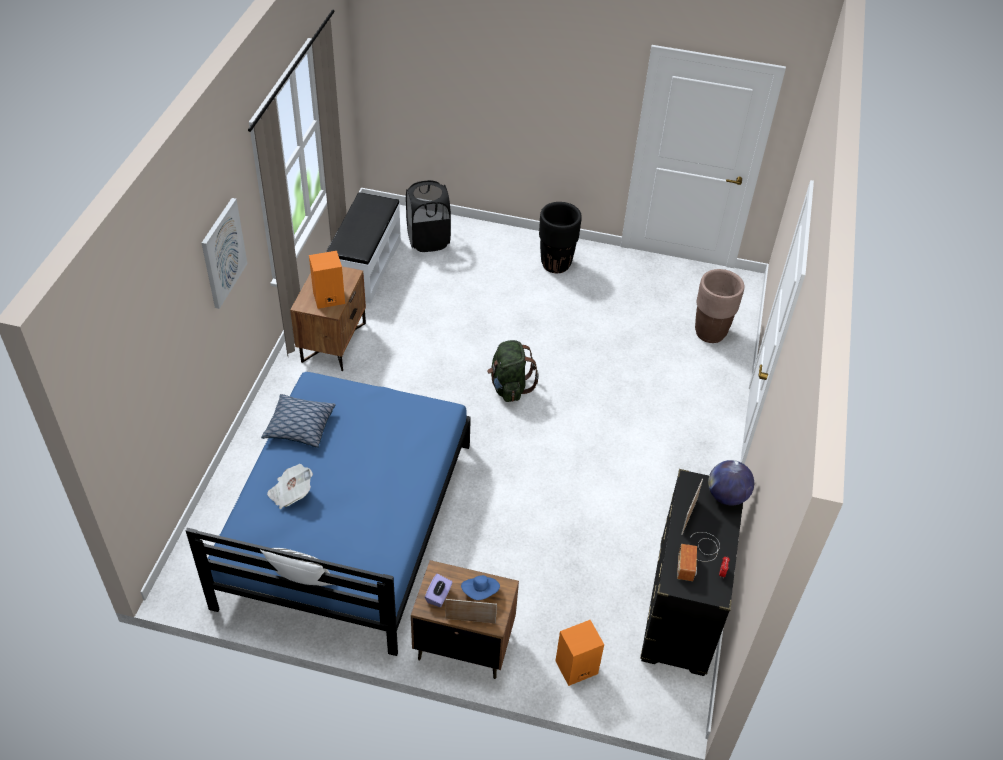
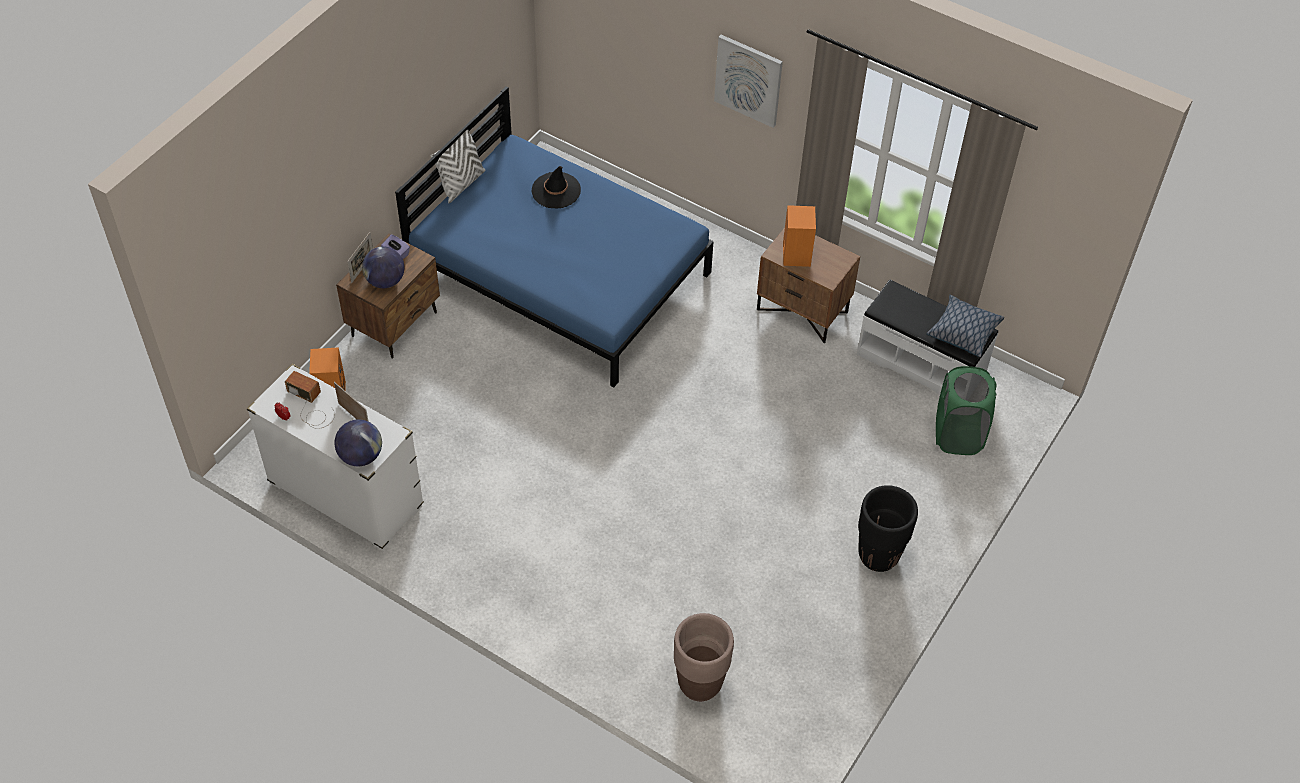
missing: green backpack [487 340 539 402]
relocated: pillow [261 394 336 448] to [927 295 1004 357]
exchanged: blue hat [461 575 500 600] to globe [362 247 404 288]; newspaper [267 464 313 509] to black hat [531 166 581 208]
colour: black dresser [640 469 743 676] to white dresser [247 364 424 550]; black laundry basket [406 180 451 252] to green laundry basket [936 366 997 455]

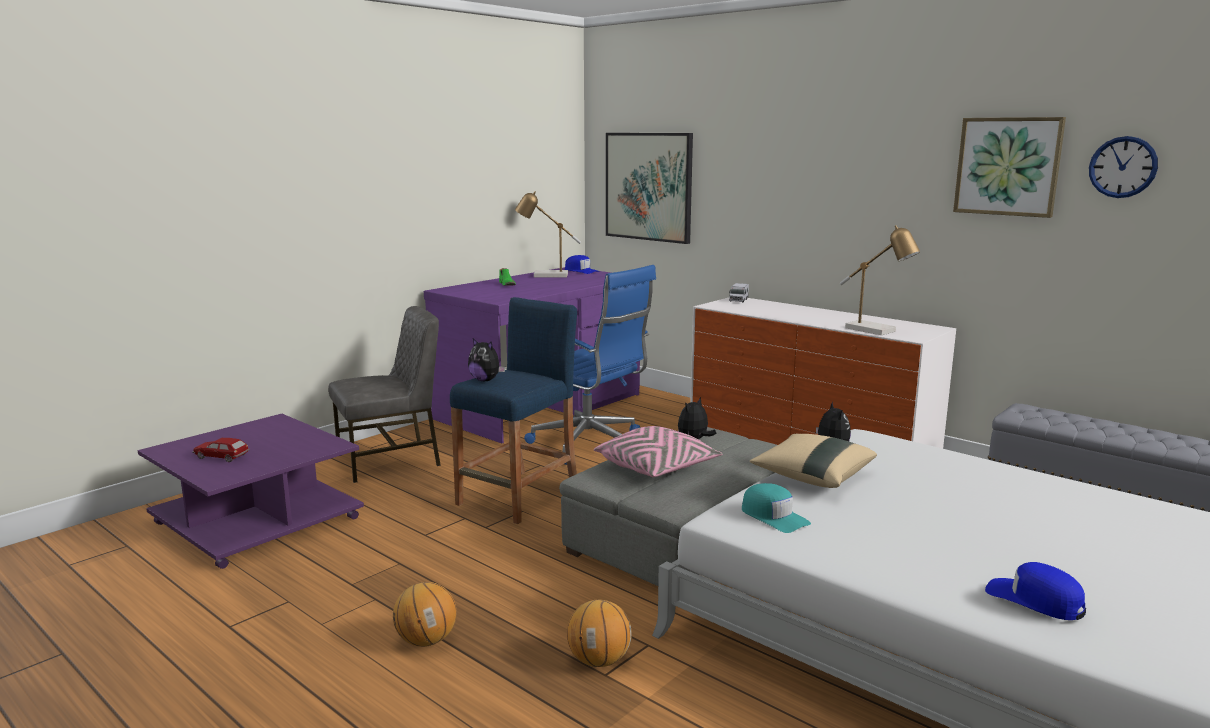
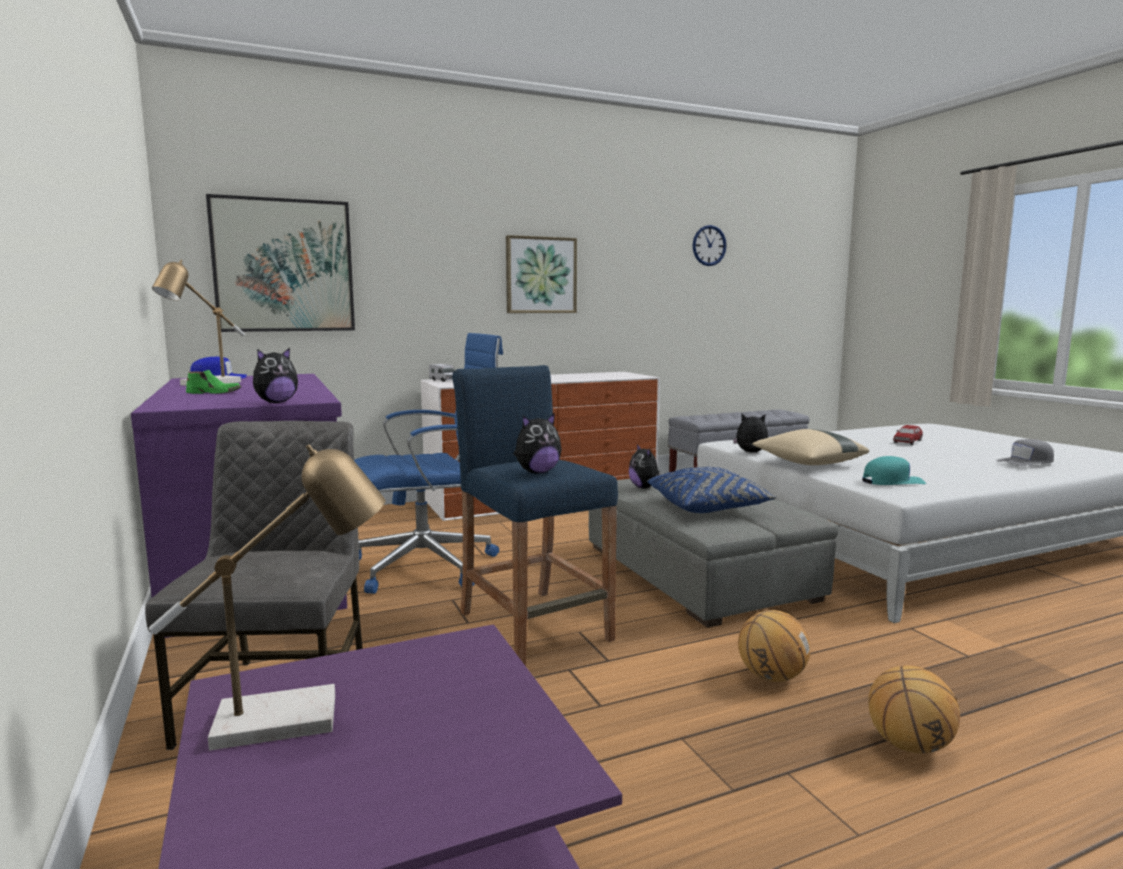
appeared: plush toy [253 348 298 403]
relocated: table lamp [840 225 920 335] to [149 444 386 750]; picture [953 117 1066 218] to [506 235 577 313]; basketball [567 600 632 667] to [738 610 810 682]; toy car [192 438 250 462] to [893 425 923 445]
colour: pink pillow [594 426 722 477] to blue pillow [647 467 777 513]; blue cap [985 562 1086 620] to grey cap [996 439 1054 466]

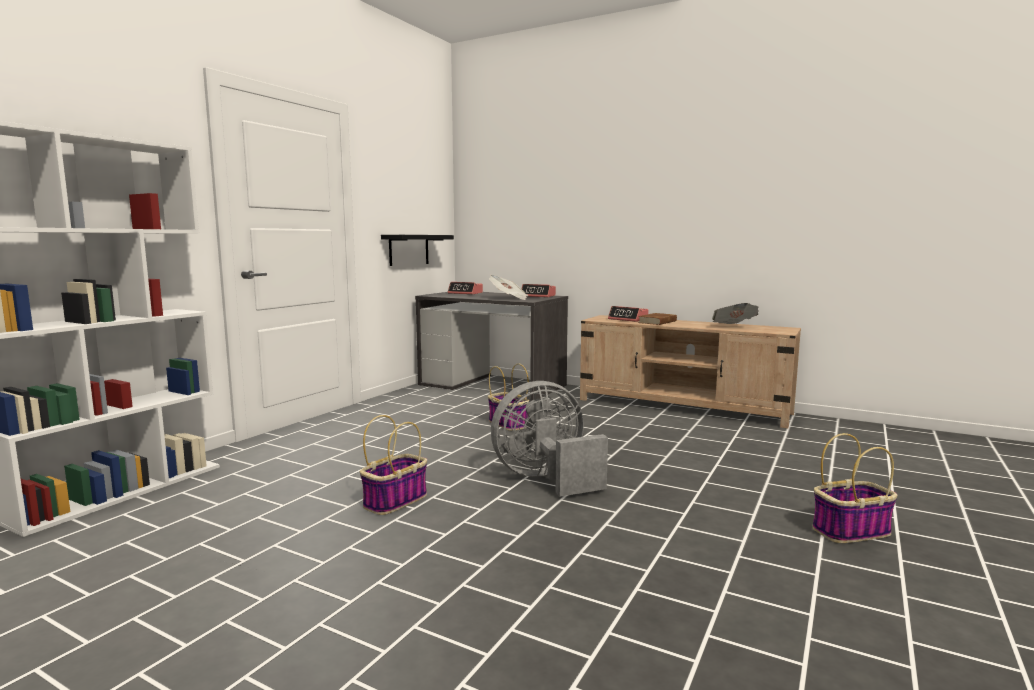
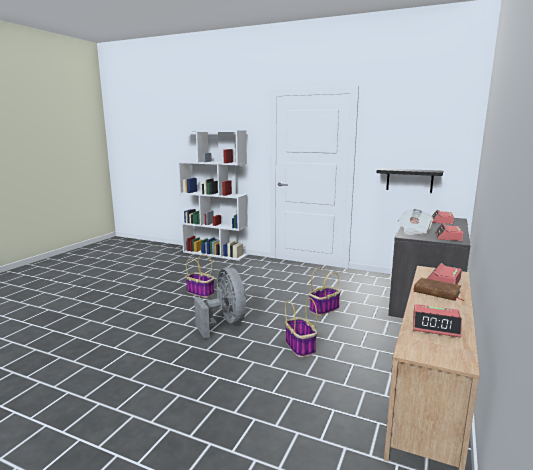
relocated: basket [813 433 897 543] to [285 298 317 357]
exchanged: newspaper [712 303 758 324] to alarm clock [413 304 462 338]

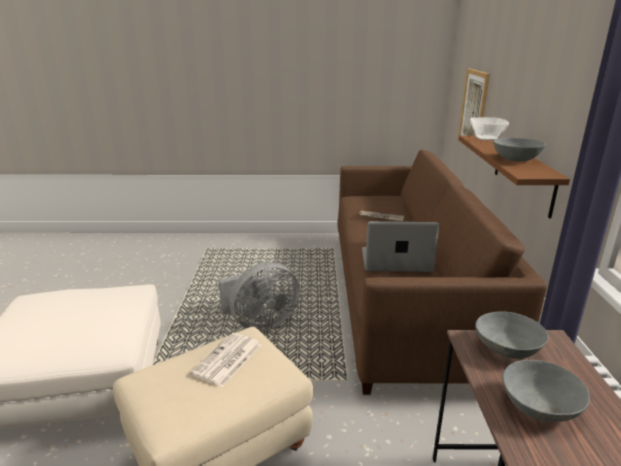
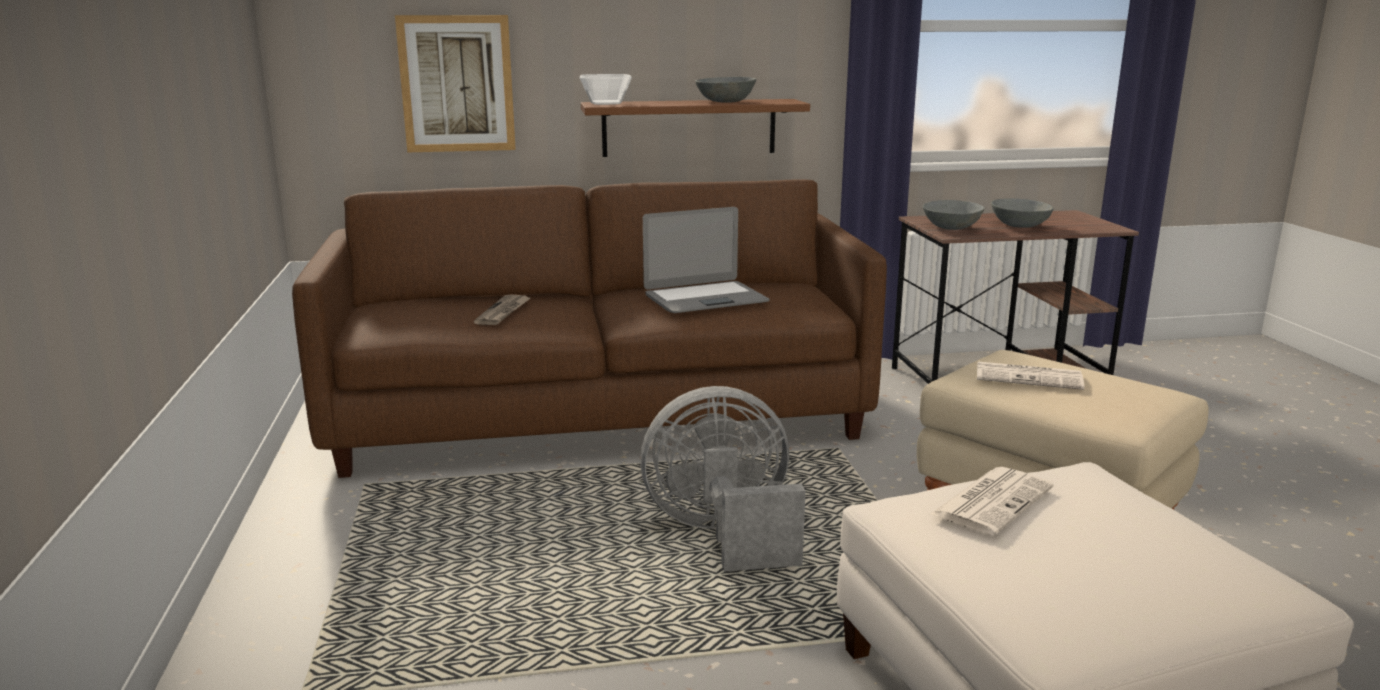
appeared: newspaper [931 467 1053 535]
spun: grey fan [219 263 300 331] = [640 386 806 572] 60 degrees counterclockwise; laptop [362 221 439 272] = [643 207 770 313] 105 degrees counterclockwise

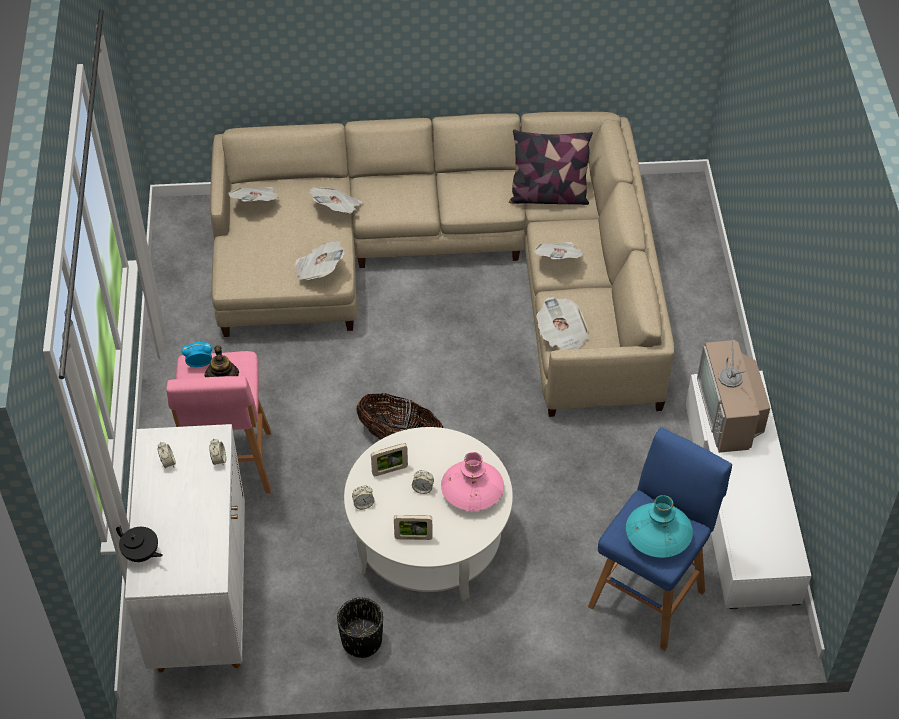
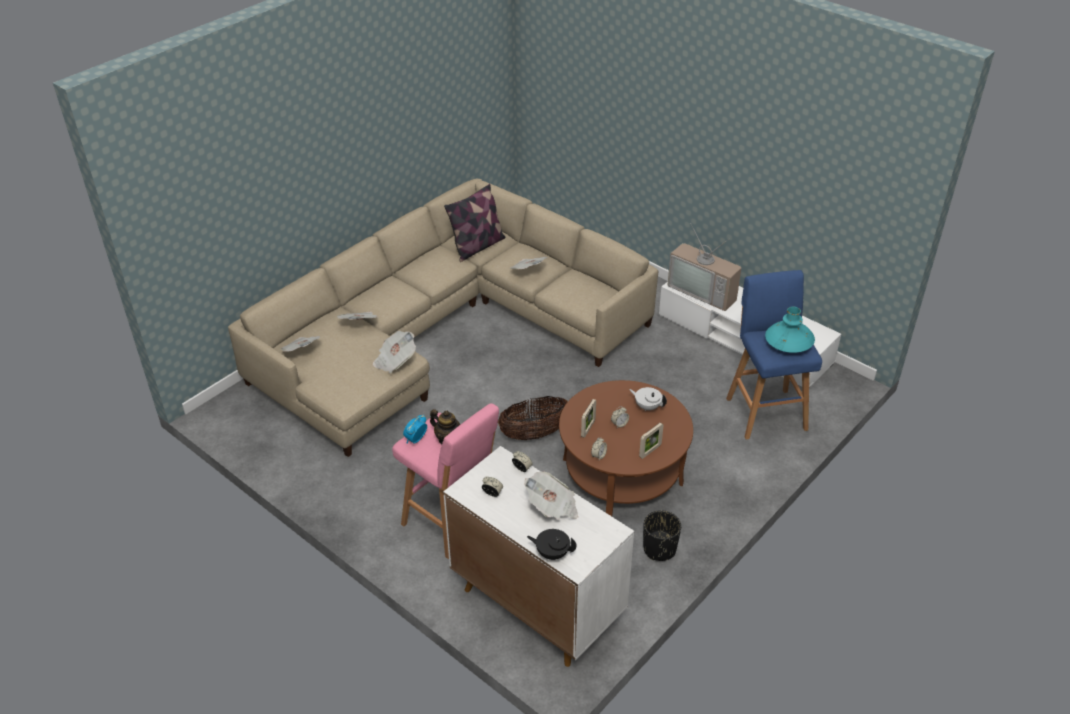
relocated: newspaper [536 297 590 350] to [524 472 578 520]
exchanged: pink vase [441 452 504 511] to white teapot [629 387 667 411]
colour: white coffee table [344 427 513 601] to brown coffee table [559 380 693 516]
spun: black teapot [116 525 163 562] = [527 529 577 560] 150 degrees counterclockwise

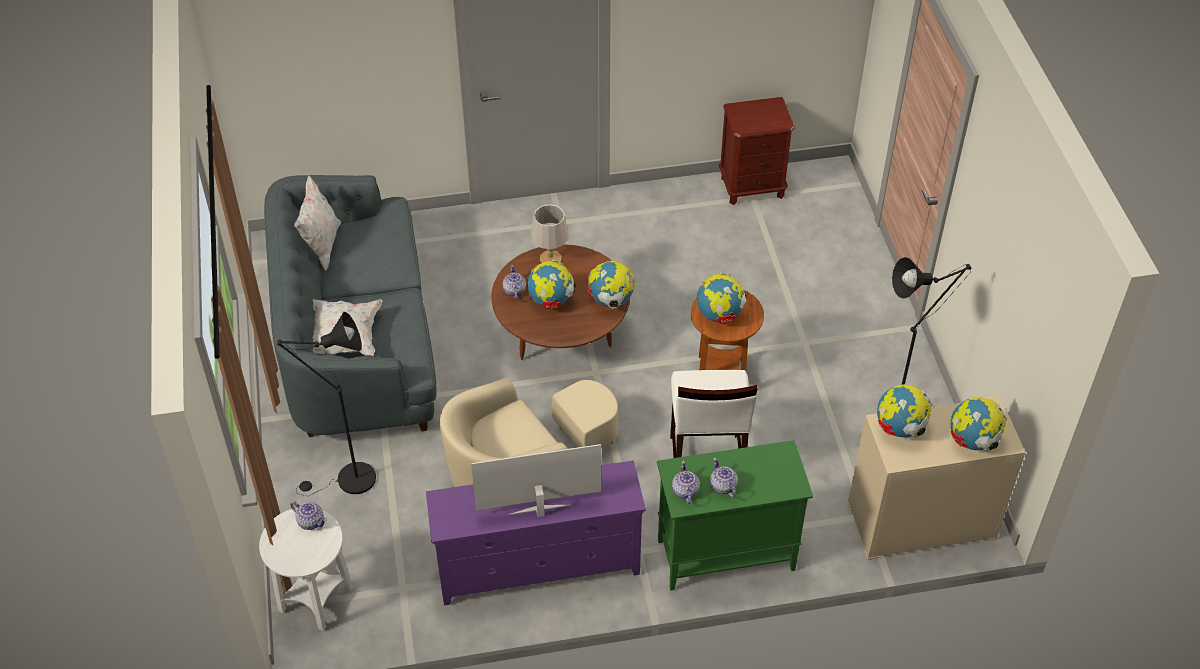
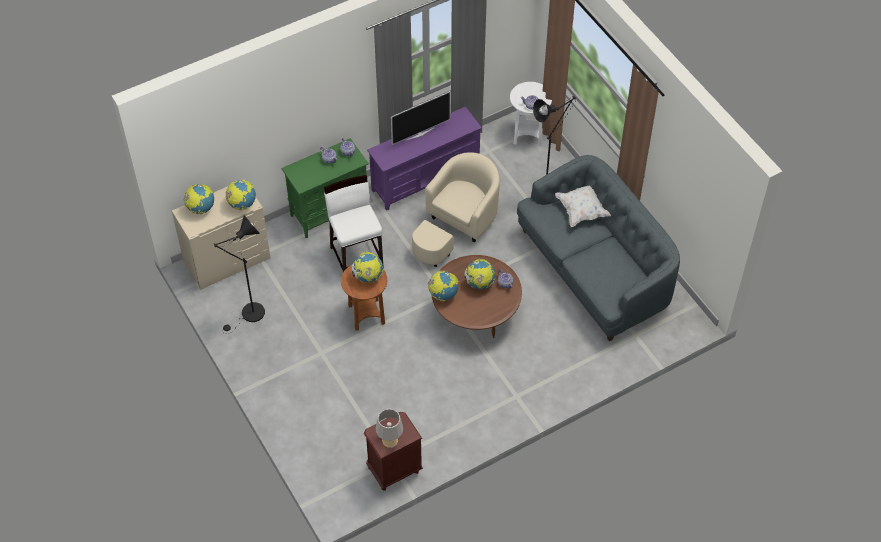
missing: white pillow [294 175 341 271]
relocated: grey table lamp [531 204 569 263] to [376 409 403 448]

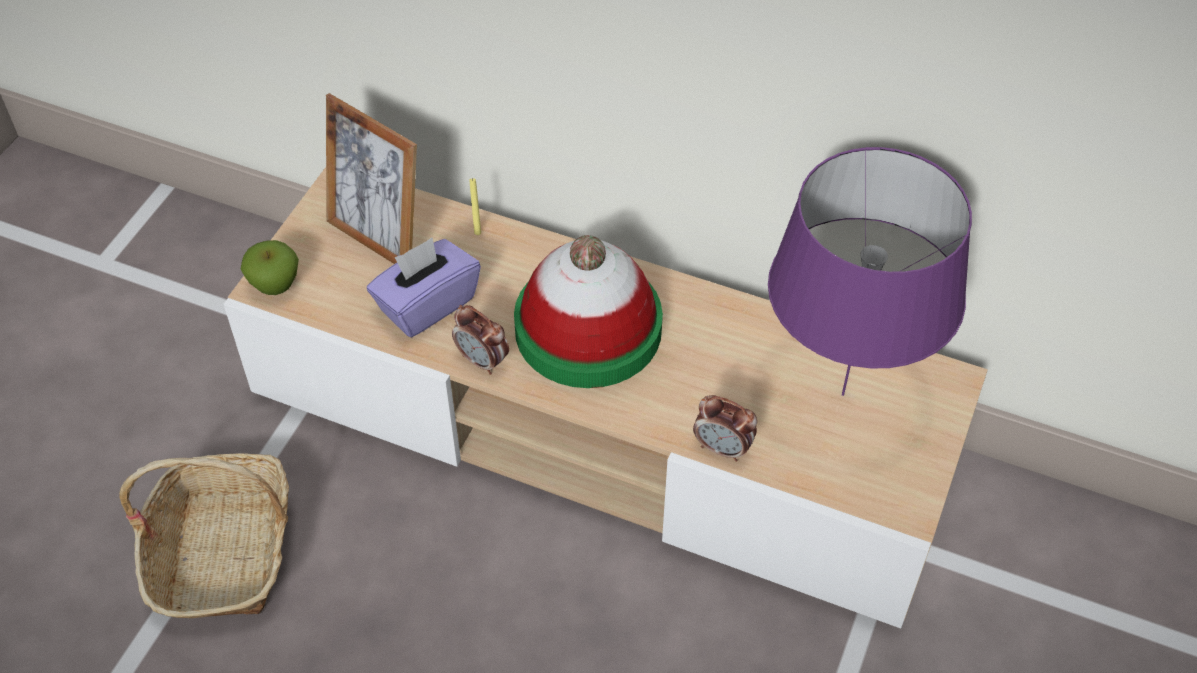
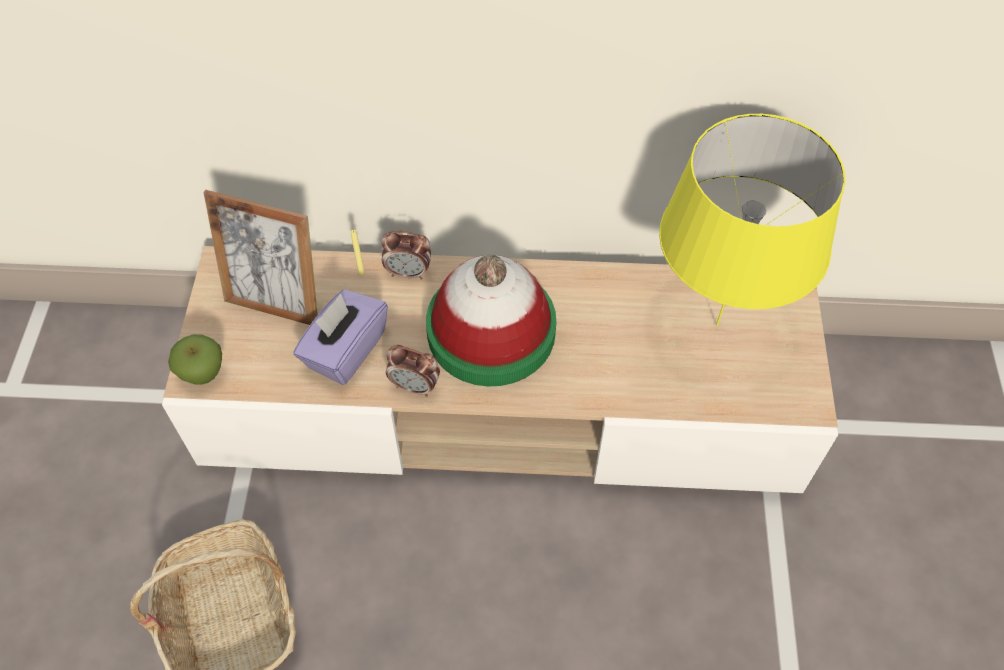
relocated: alarm clock [693 395 757 462] to [381 231 431 280]
colour: purple table lamp [768 147 972 396] to yellow table lamp [659 114 845 326]

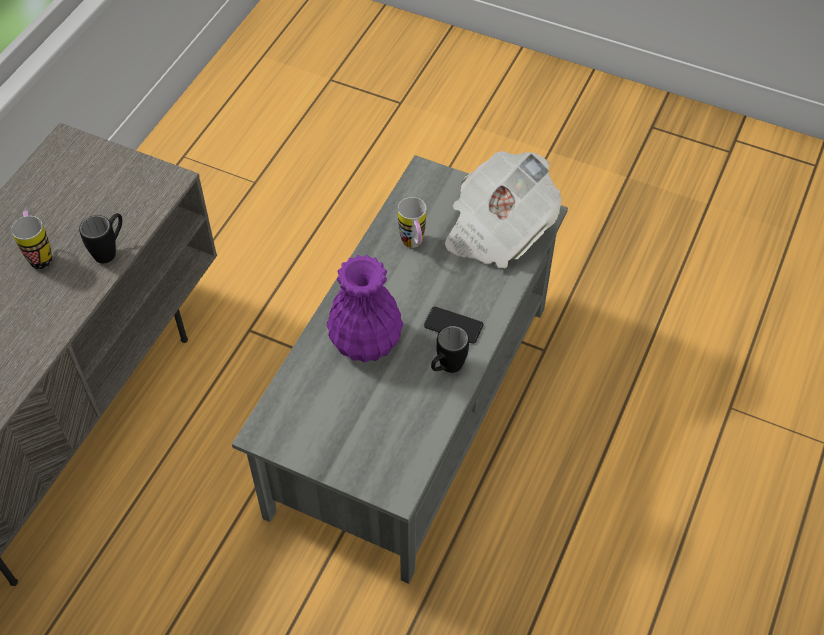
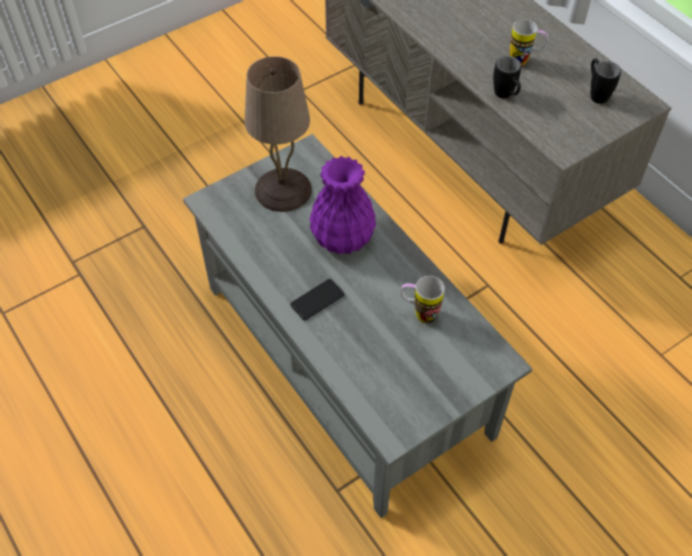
missing: newspaper [445 151 561 269]
appeared: beige table lamp [244 56 312 212]
relocated: black mug [431 326 469 373] to [591 59 621 104]

